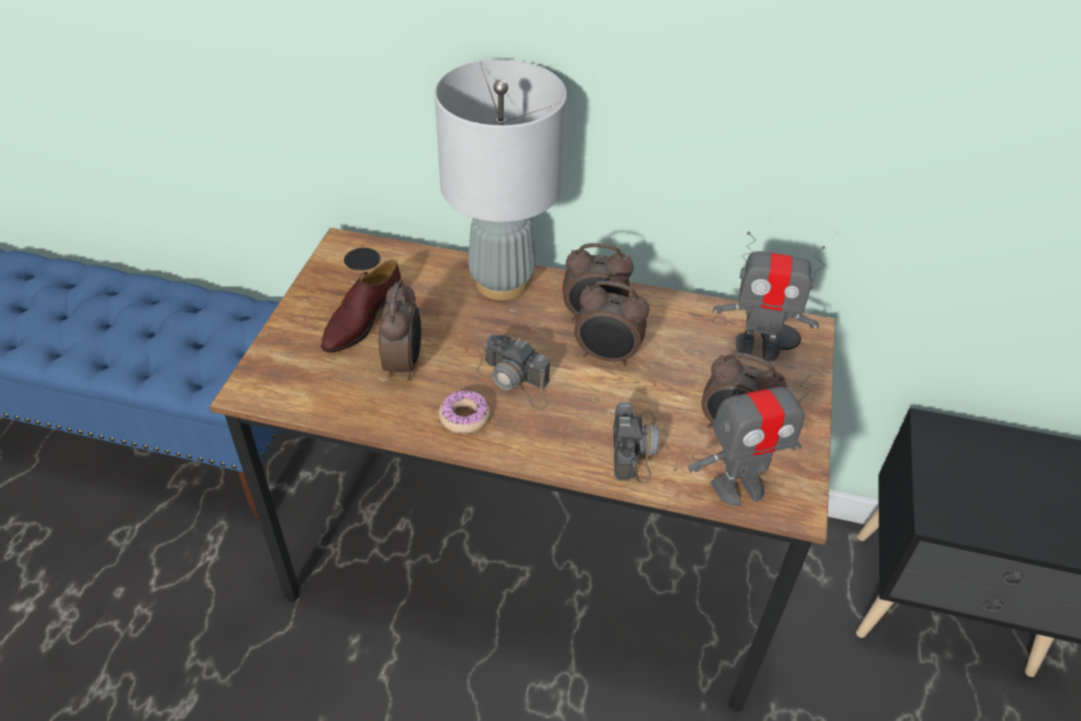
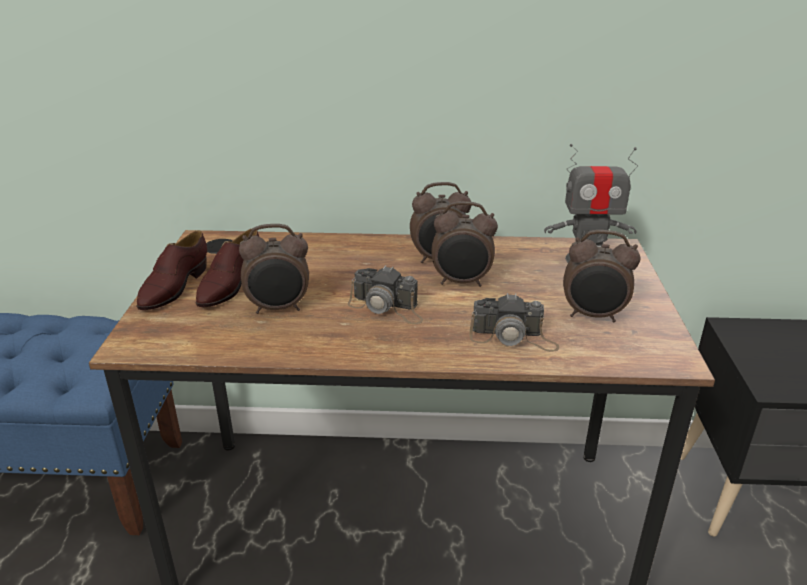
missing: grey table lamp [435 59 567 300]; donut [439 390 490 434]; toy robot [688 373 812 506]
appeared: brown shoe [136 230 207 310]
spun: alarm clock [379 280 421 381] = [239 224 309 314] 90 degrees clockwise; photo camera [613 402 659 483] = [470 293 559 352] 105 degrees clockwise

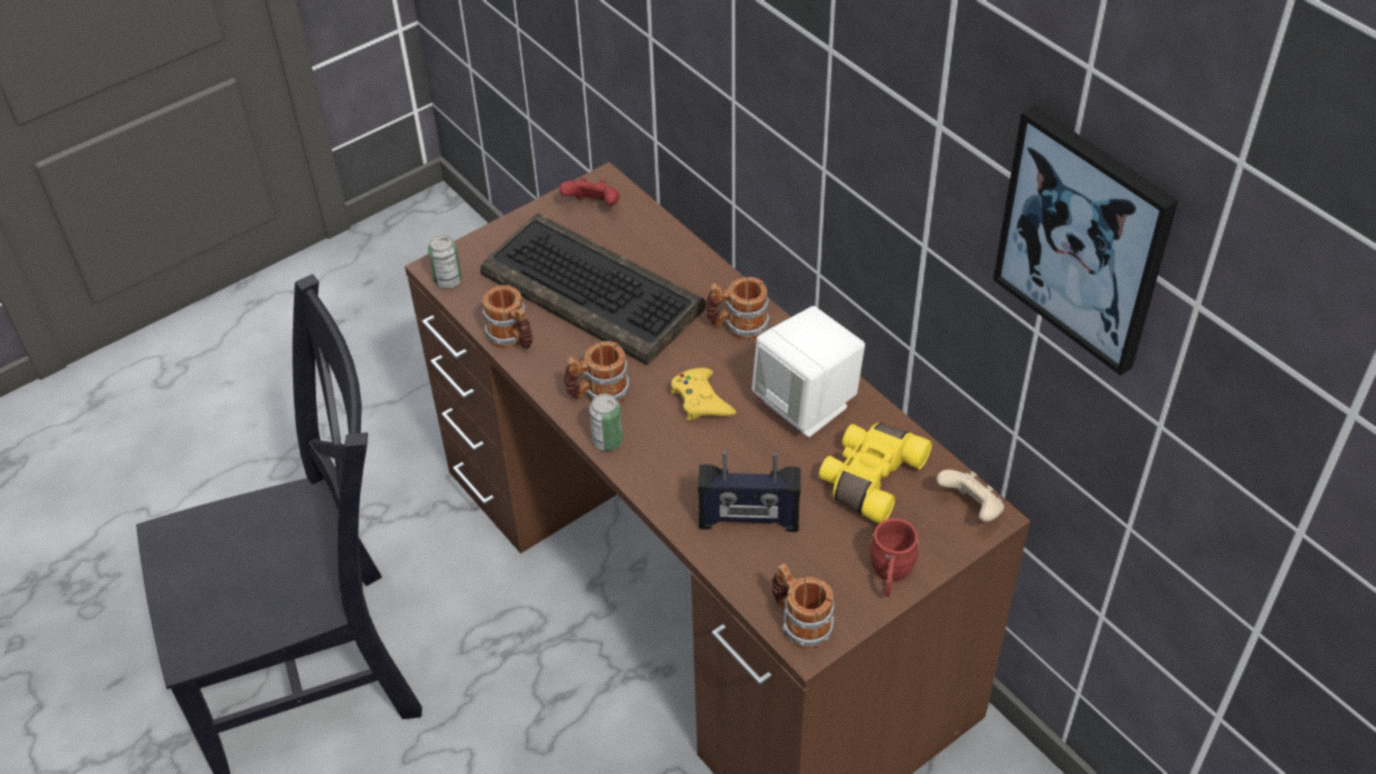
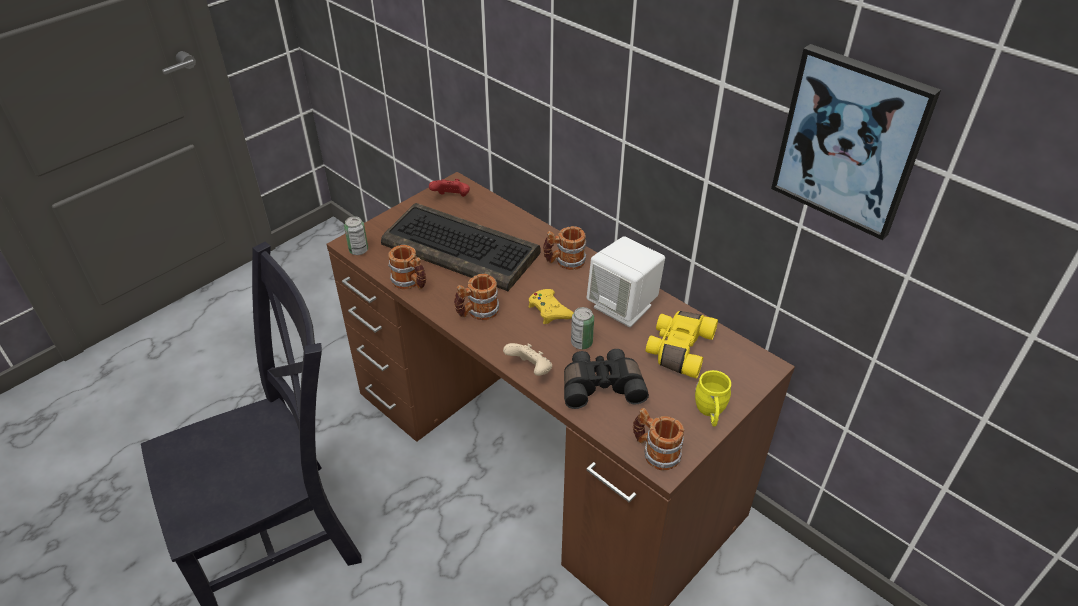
relocated: beige game controller [936 470 1004 522] to [503 343 552 376]; can [589 394 623 451] to [571 307 594 349]
exchanged: radio [698 451 801 532] to black binoculars [564 349 649 409]
colour: red mug [870 518 919 597] to yellow mug [695 370 731 427]

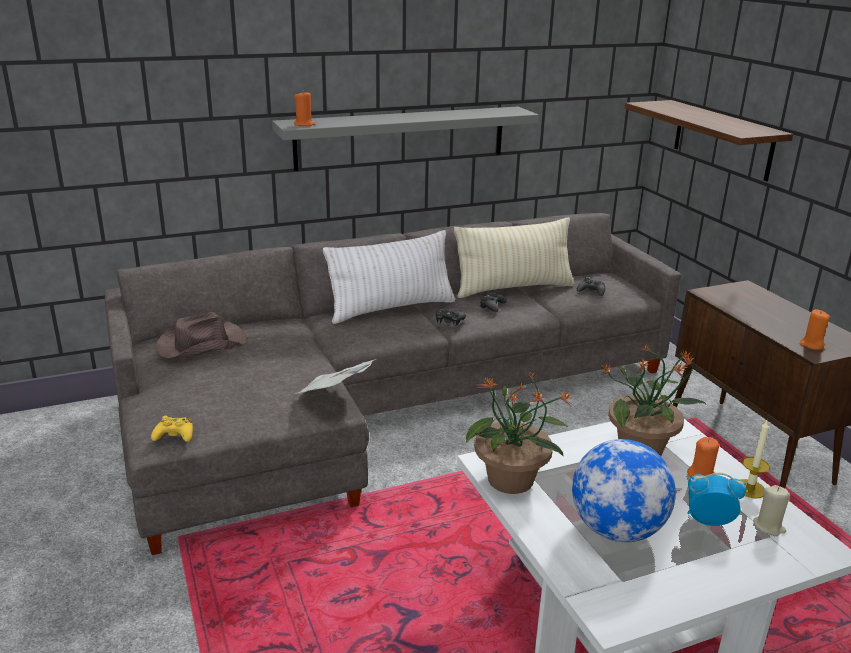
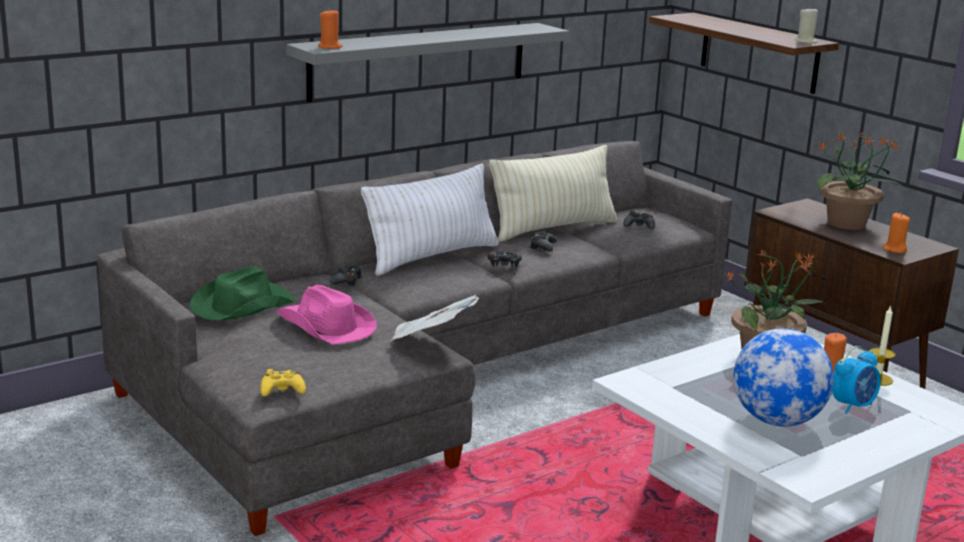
appeared: pink hat [275 285 376 345]; black game controller [330 263 362 286]
relocated: beige candle [753 485 790 536] to [794 7 818 44]; potted plant [466 371 573 494] to [815 132 903 230]
colour: brown hat [155 312 247 358] to green hat [189 266 295 320]
spun: alarm clock [687 473 746 526] = [832 346 881 414] 150 degrees clockwise

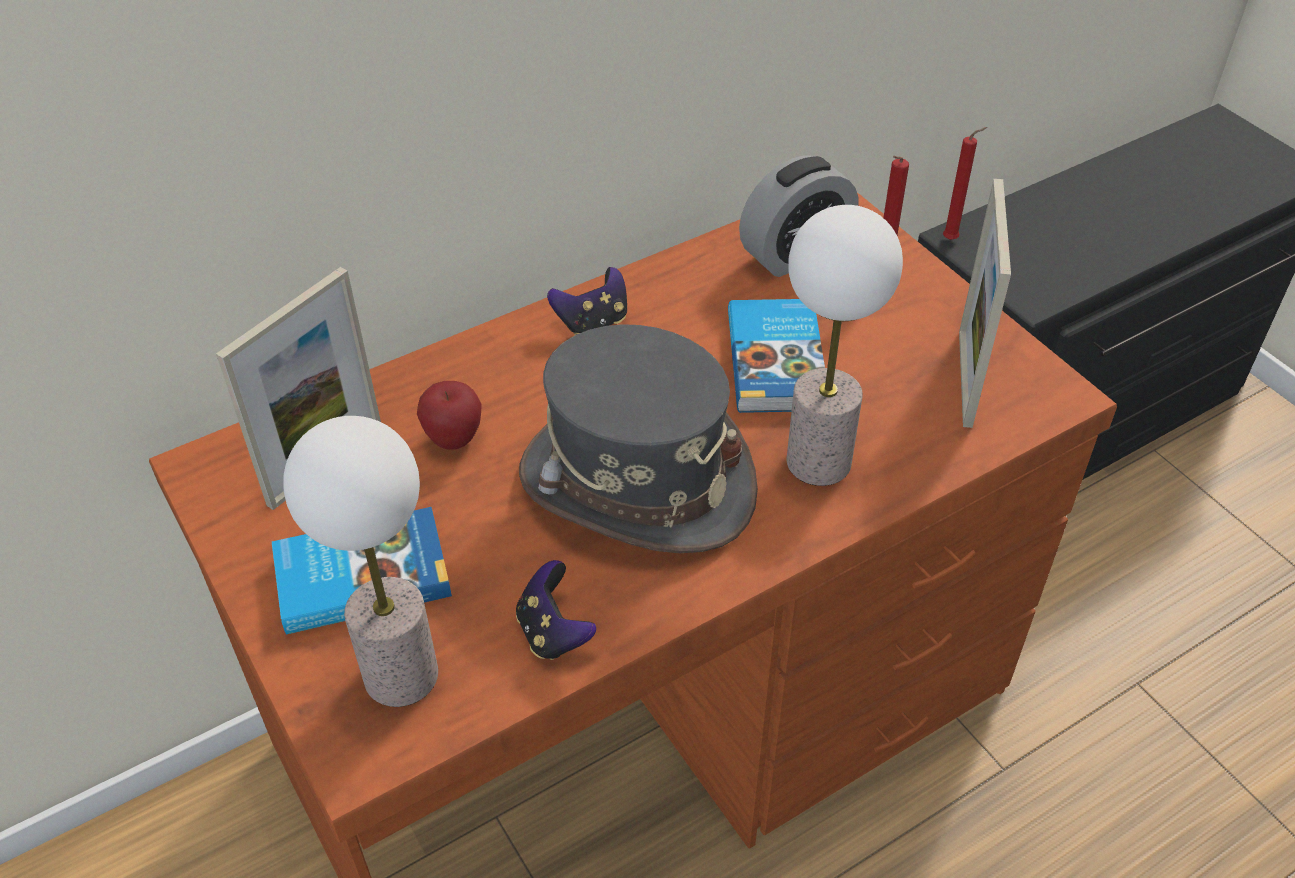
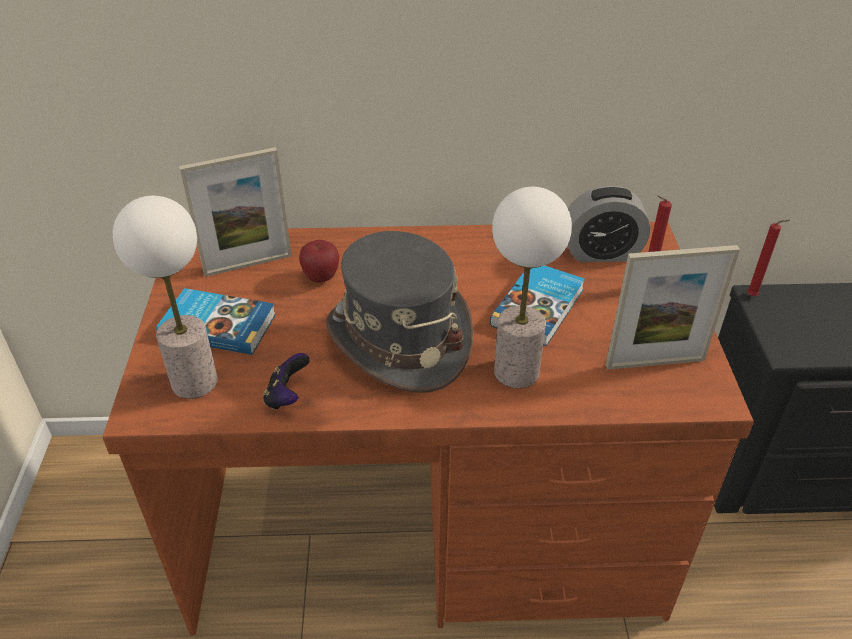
missing: game controller [547 267 627 335]
spun: picture frame [959 179 1011 428] = [606 245 740 370] 135 degrees counterclockwise

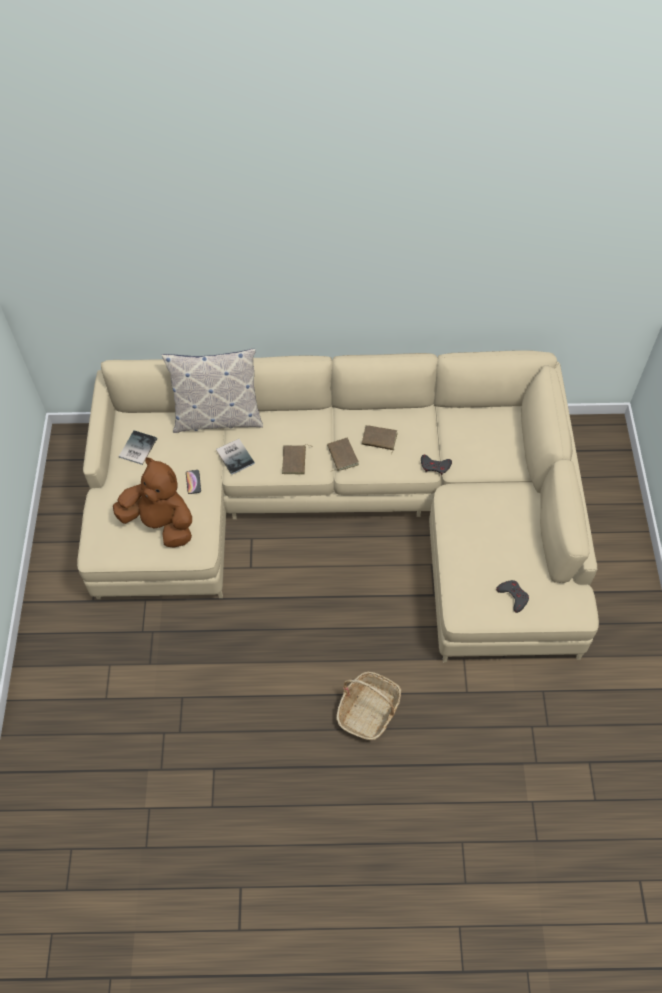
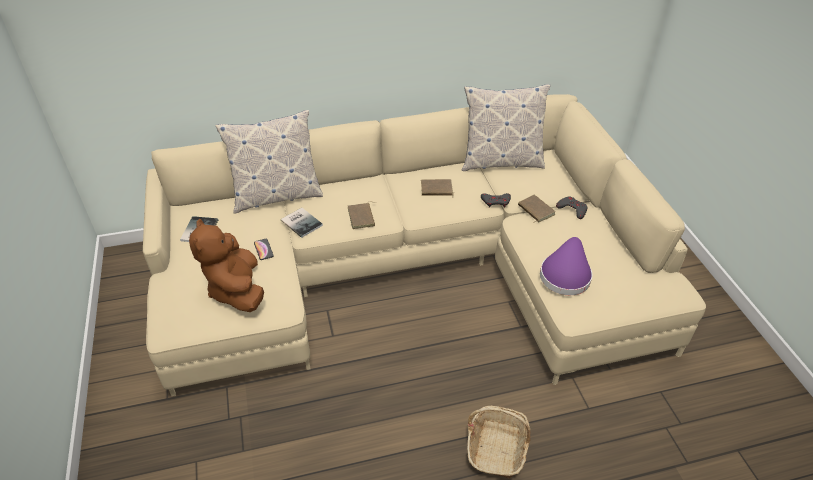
appeared: pillow [462 84 550 171]; purple hat [540 237 592 295]
relocated: brown book [327 438 359 471] to [518 195 556 223]; grey game controller [496 580 529 613] to [556 197 587 219]
spun: brown plush toy [113 457 192 548] = [189 219 264 312] 120 degrees counterclockwise

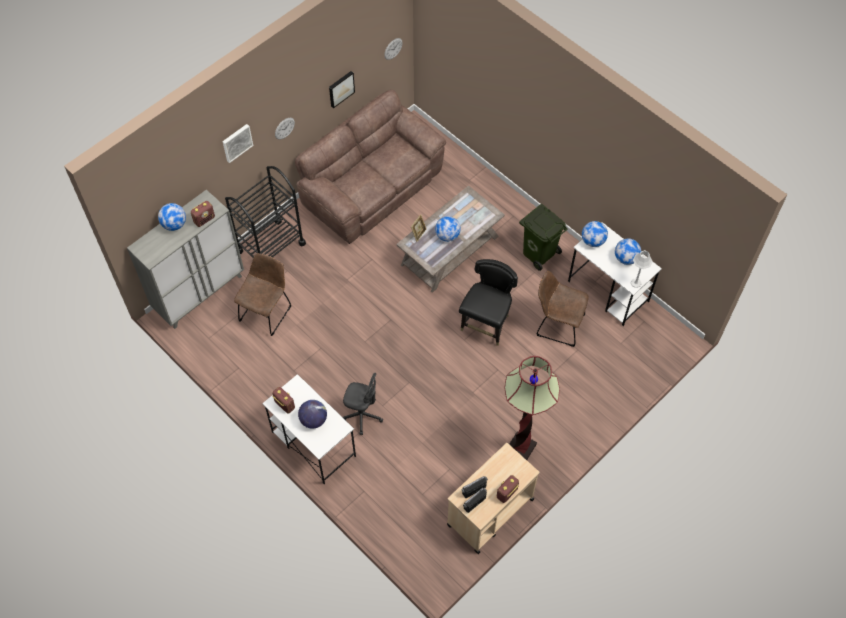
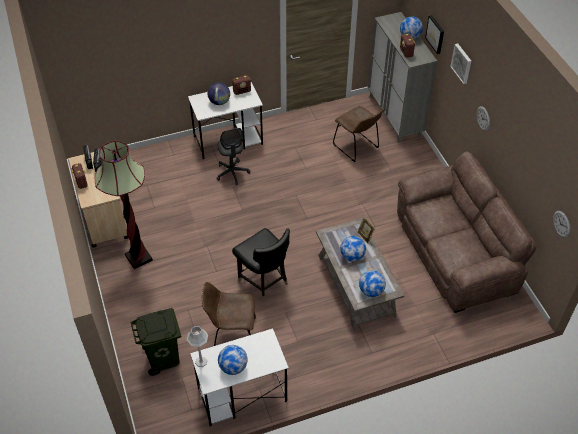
missing: black cart [225 166 306 258]
relocated: green trash can [519 204 568 271] to [130 308 181 376]; globe [582 221 608 247] to [359 270 386 297]; picture [329 71 355 108] to [425 15 444 54]
spun: brown chair [536 271 589 347] = [202 282 256 346] 135 degrees counterclockwise; grey office chair [343 373 383 435] = [216 128 250 185] 60 degrees counterclockwise

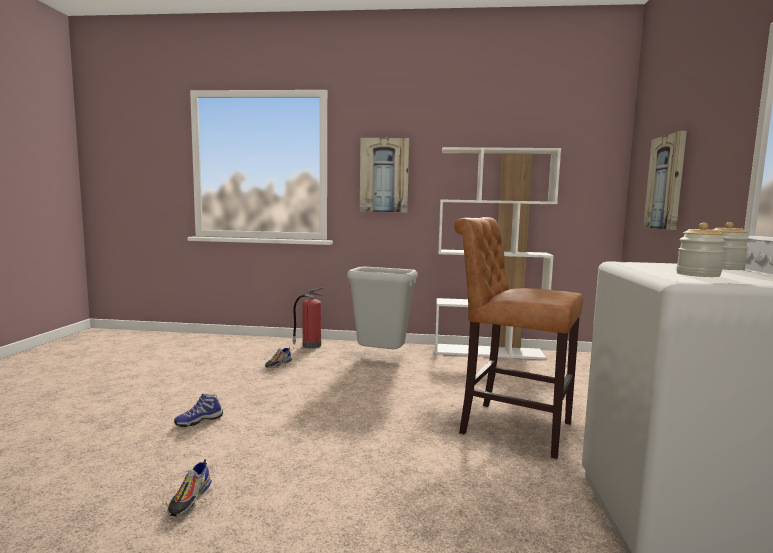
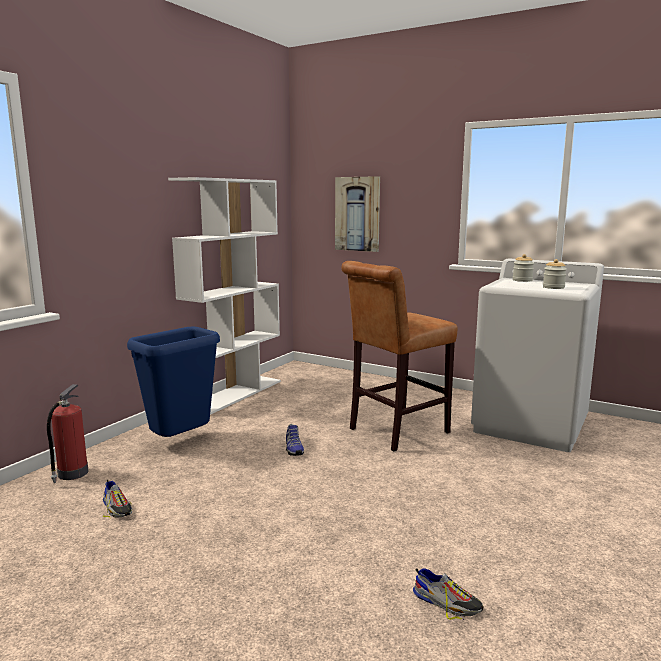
missing: picture [360 138 409 213]
relocated: shoe [174 393 223 427] to [286 424 304 456]
colour: grey trash can [347 267 418 349] to blue trash can [127 327 220 437]

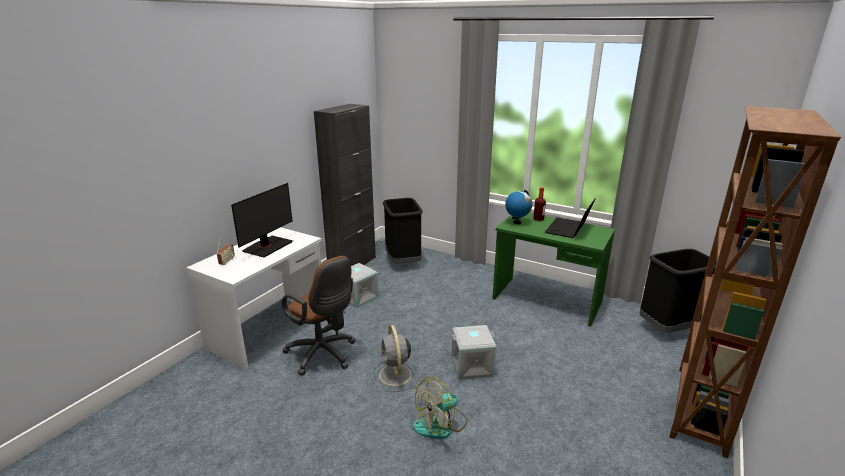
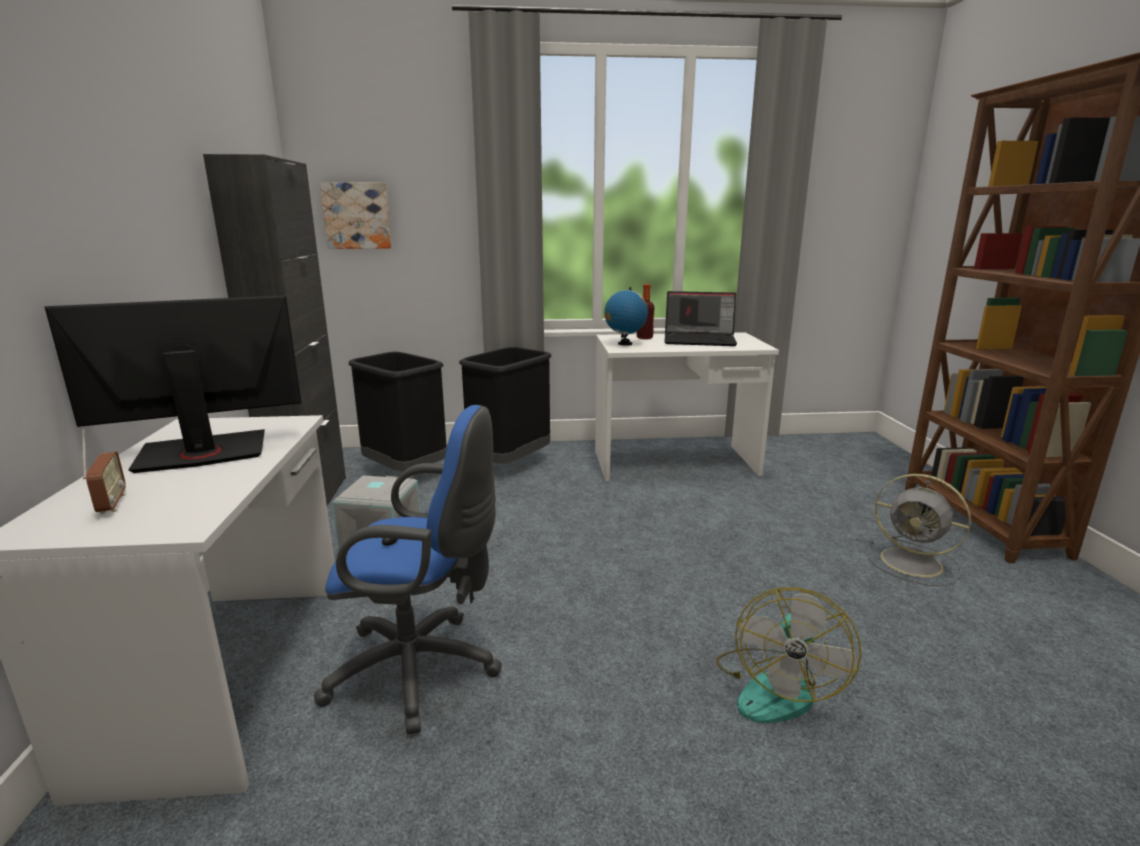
missing: grey storage box [451 325 497 380]
appeared: picture [320 182 392 249]
relocated: black trash can [639 249 716 332] to [459 347 552 464]; grey fan [372 325 420 392] to [867 474 971 586]
colour: brown office chair [282 256 356 376] to blue office chair [314 405 502 735]; green desk [492 213 615 327] to white desk [595 332 779 481]
spun: monitor [231 183 293 257] = [45 295 302 473] 105 degrees counterclockwise; laptop [545 199 595 238] = [664 291 737 346] 75 degrees counterclockwise

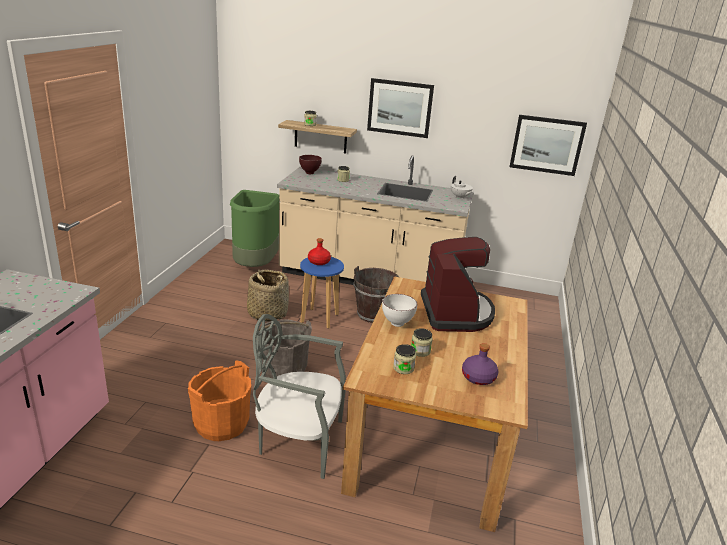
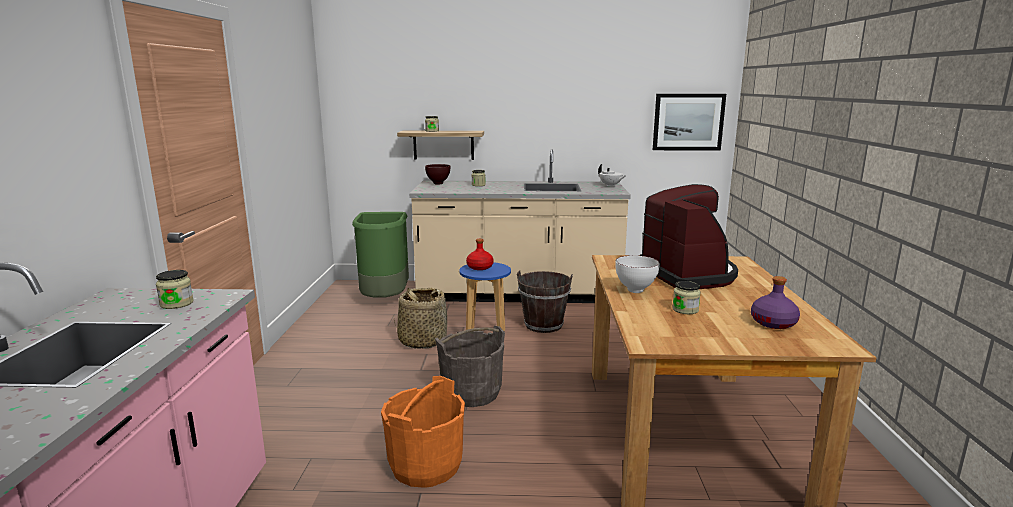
missing: grey chair [253 314 346 479]; picture [367 78 434 138]
relocated: jar [393 344 416 374] to [156 270 194 309]

